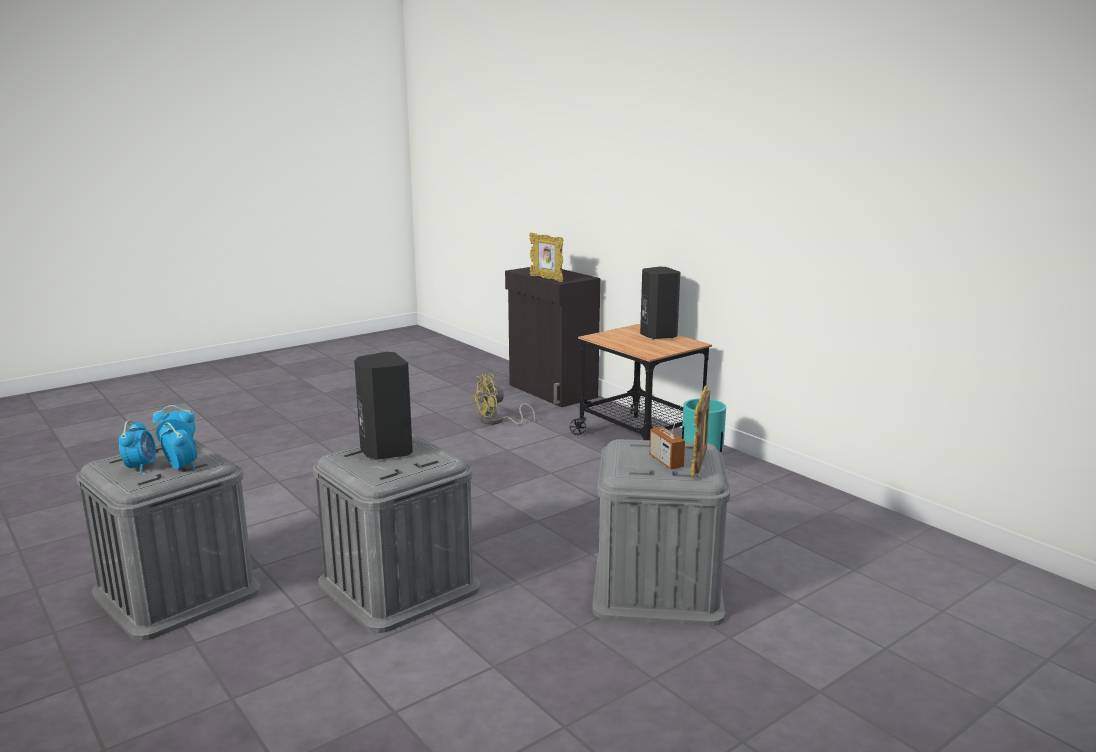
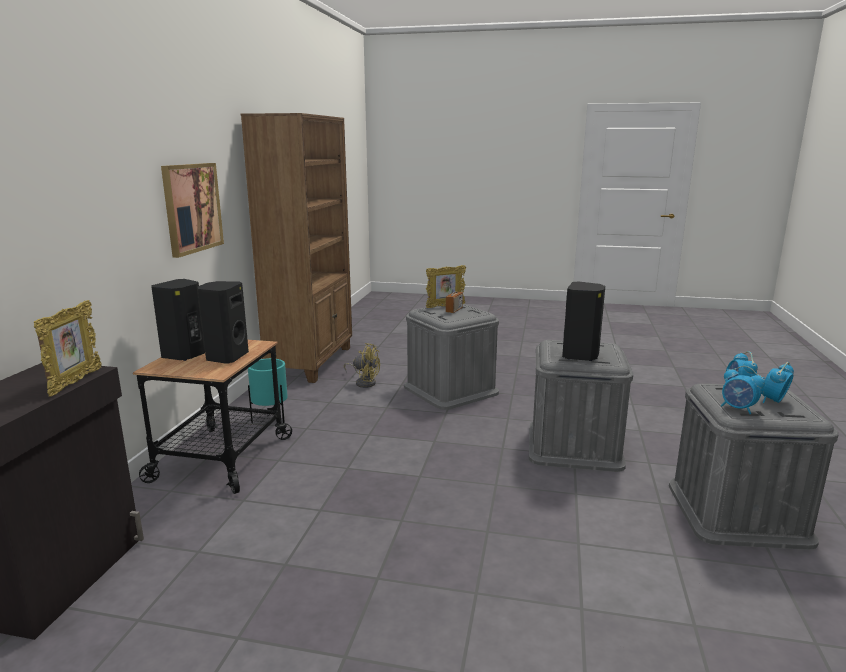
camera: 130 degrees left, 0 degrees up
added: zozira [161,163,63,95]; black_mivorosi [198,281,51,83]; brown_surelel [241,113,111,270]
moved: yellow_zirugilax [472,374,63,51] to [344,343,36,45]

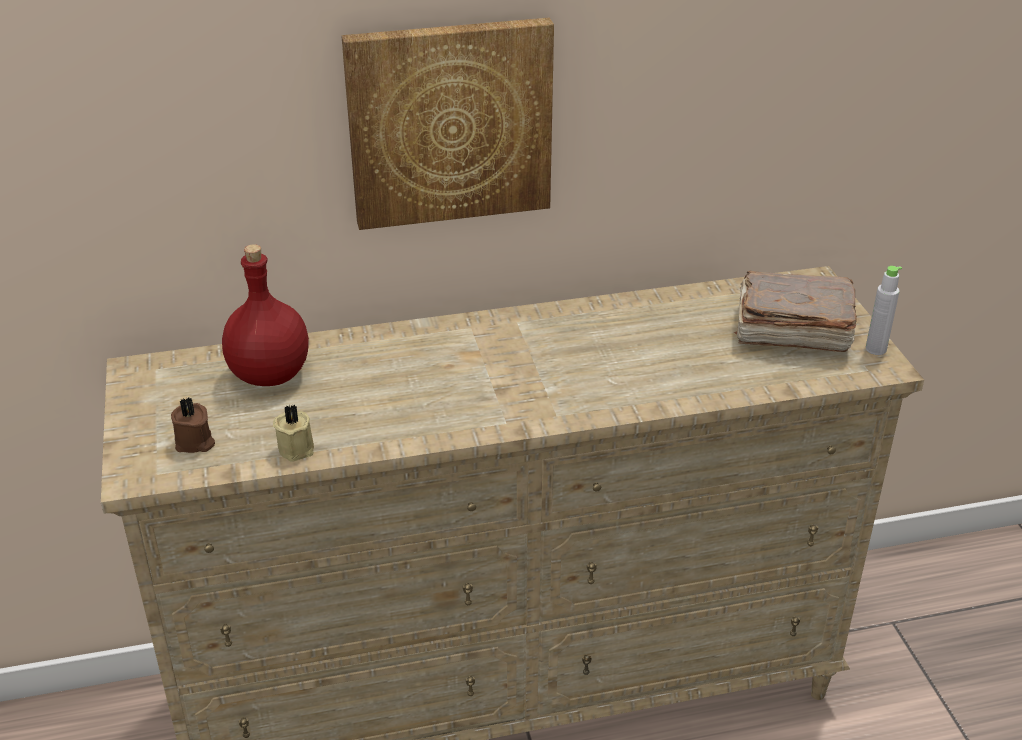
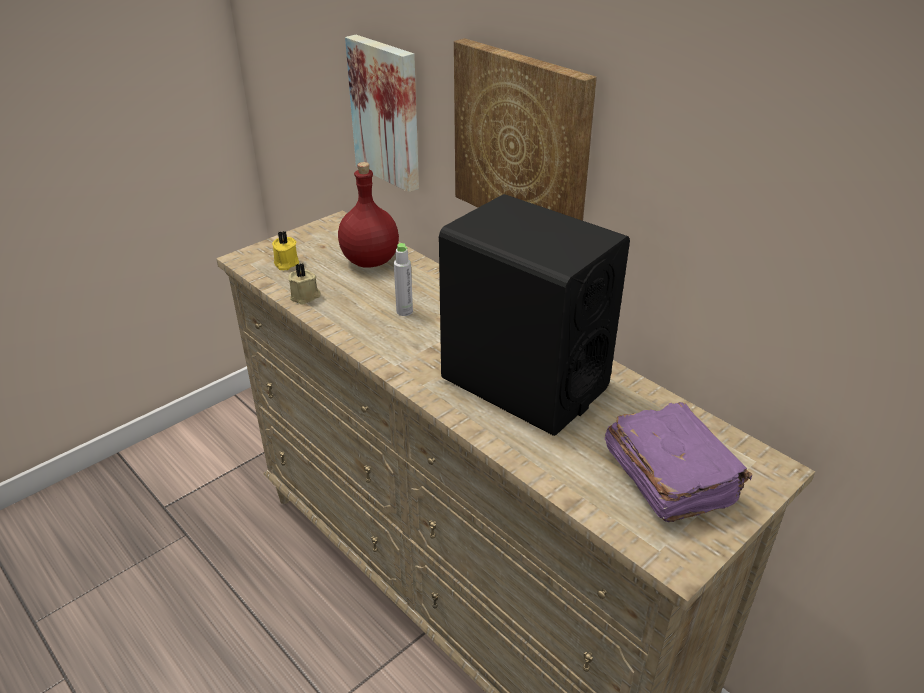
camera: 60 degrees right, 0 degrees up
added: zozira [345,35,74,157]; black_mivorosi [438,194,192,242]
moved: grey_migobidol [866,266,36,89] to [394,243,19,73]
recoloured: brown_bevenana [171,398,44,55] to yellow_bevenana [272,231,27,39]; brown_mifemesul [734,271,123,81] to purple_mifemesul [605,402,147,120]

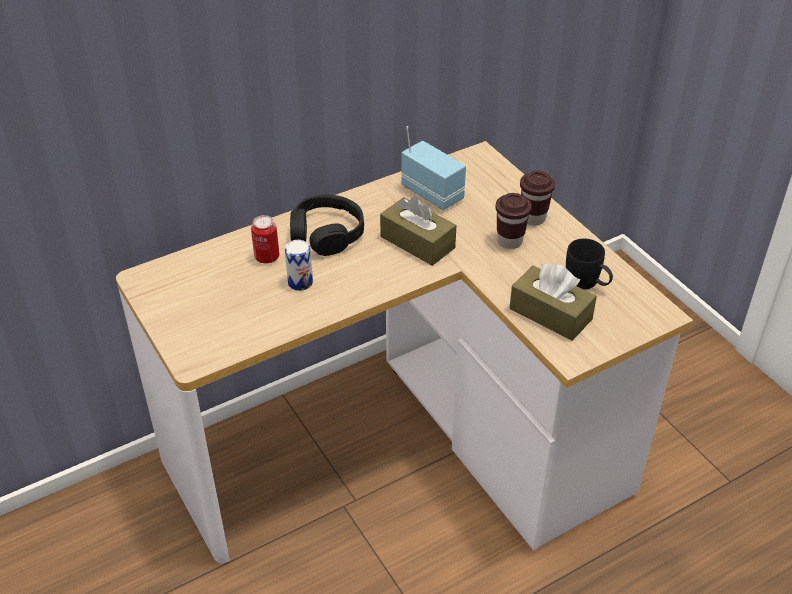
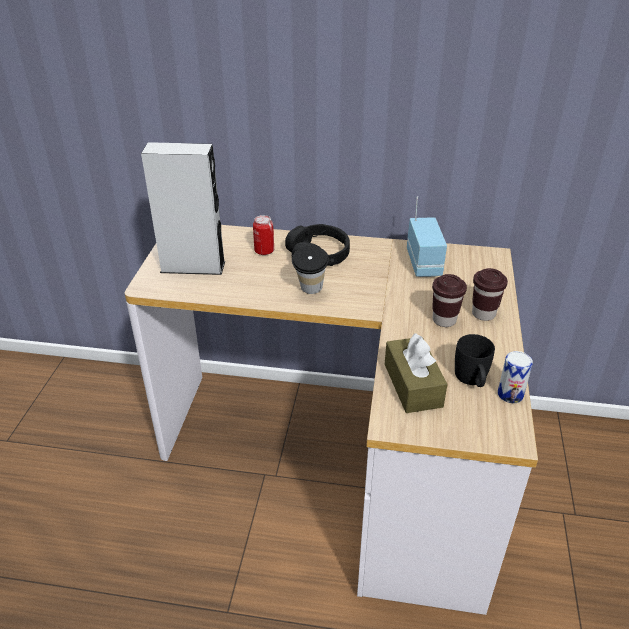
camera: 40 degrees right, 5 degrees down
removed: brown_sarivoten [380,196,76,70]
added: grey_mivorosi [141,142,84,133]; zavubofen [292,246,37,48]
moved: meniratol [285,240,28,51] to [498,351,35,52]

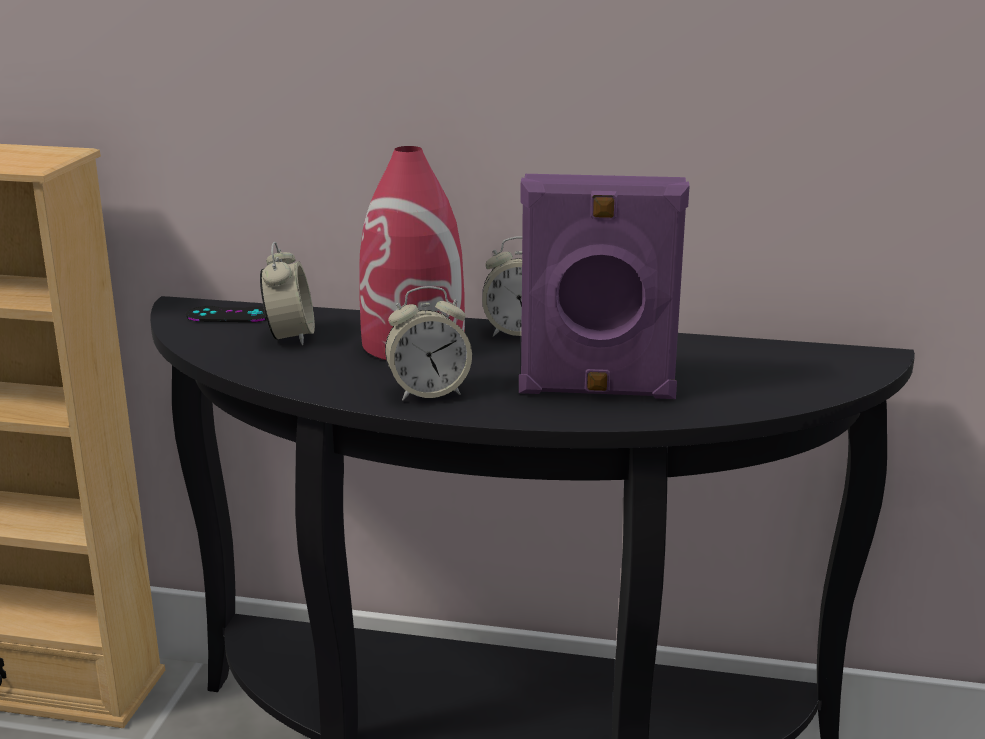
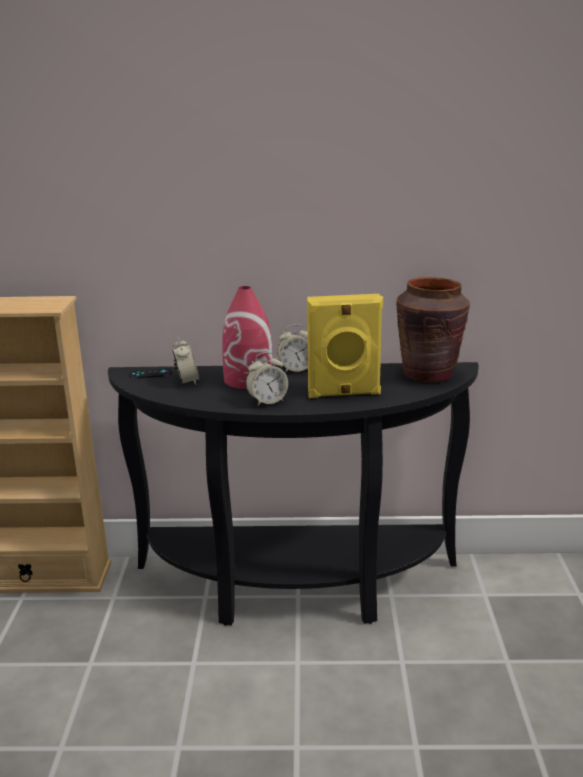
camera: 10 degrees left, 0 degrees up
added: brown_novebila [396,277,74,106]
recoloured: purple_mivorosi [519,174,171,225] to yellow_mivorosi [307,294,76,104]

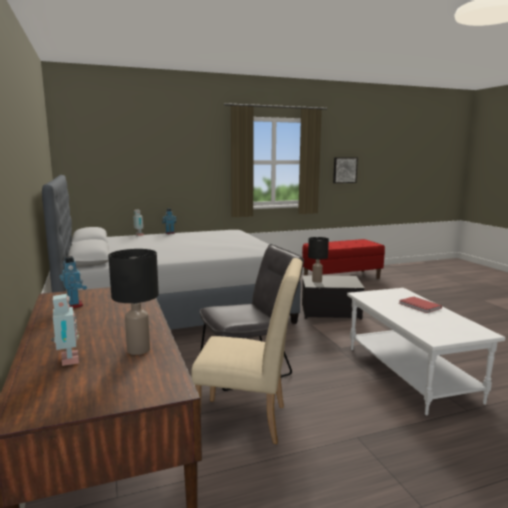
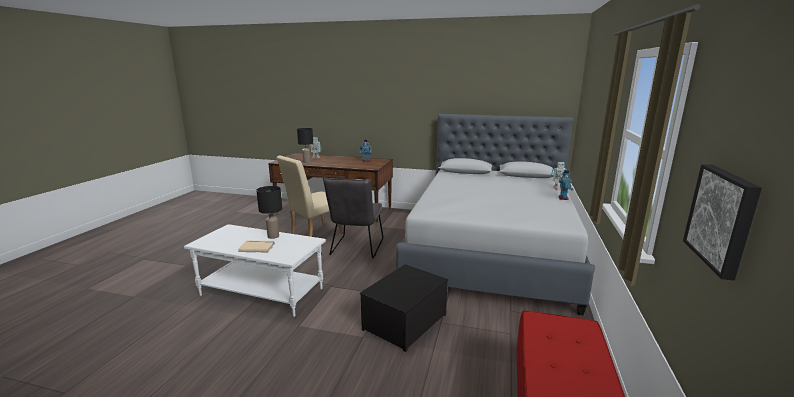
camera: 125 degrees right, 5 degrees up
moved: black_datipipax [308,237,21,46] to [256,186,26,53]
recoloured: red_mifemesul [399,296,43,17] to beige_mifemesul [238,241,37,11]

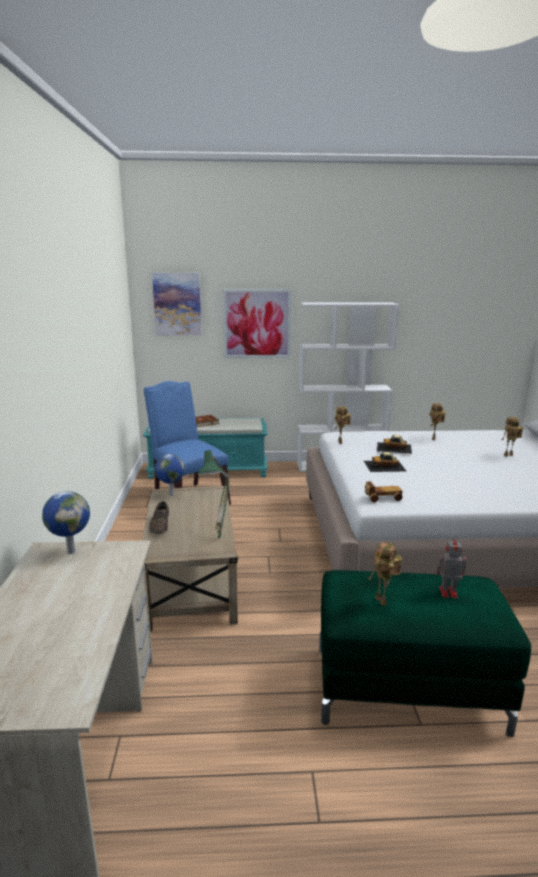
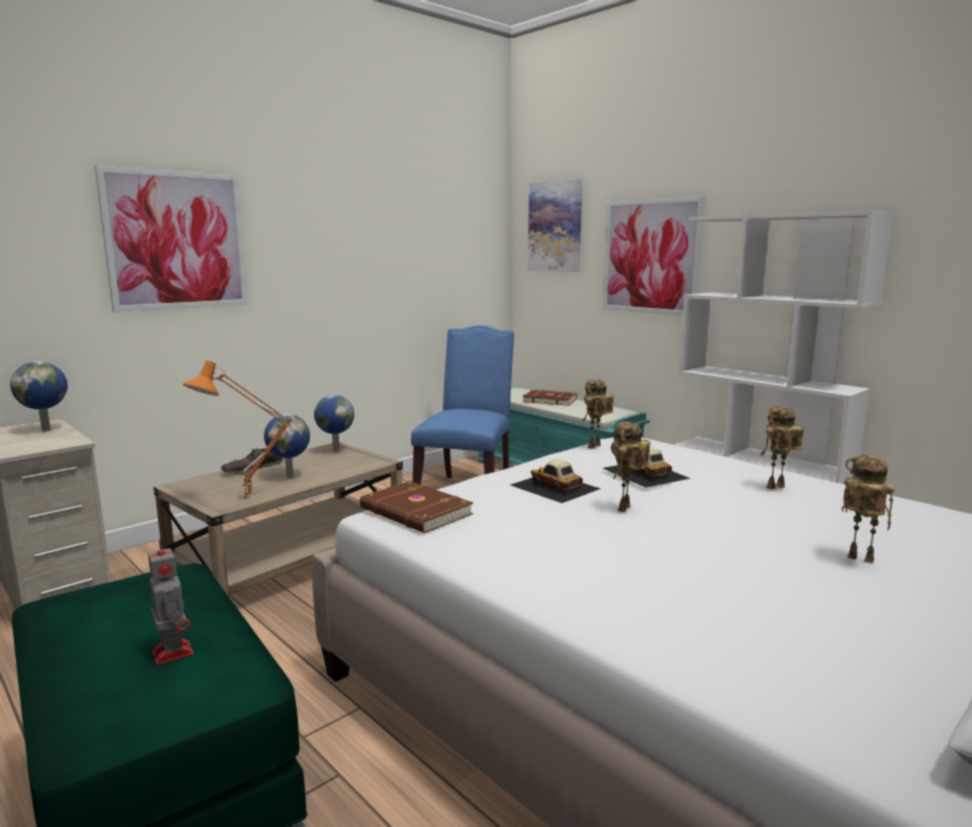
camera: 50 degrees right, 5 degrees down
added: zozira [95,165,153,147]; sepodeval [264,414,46,64]
moved: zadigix [368,542,34,64] to [611,422,40,90]
replaced: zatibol [365,481,38,21] to brown_mifemesul [360,481,113,52]
recoloured: green_datipipax [197,450,34,91] to orange_datipipax [183,361,109,138]

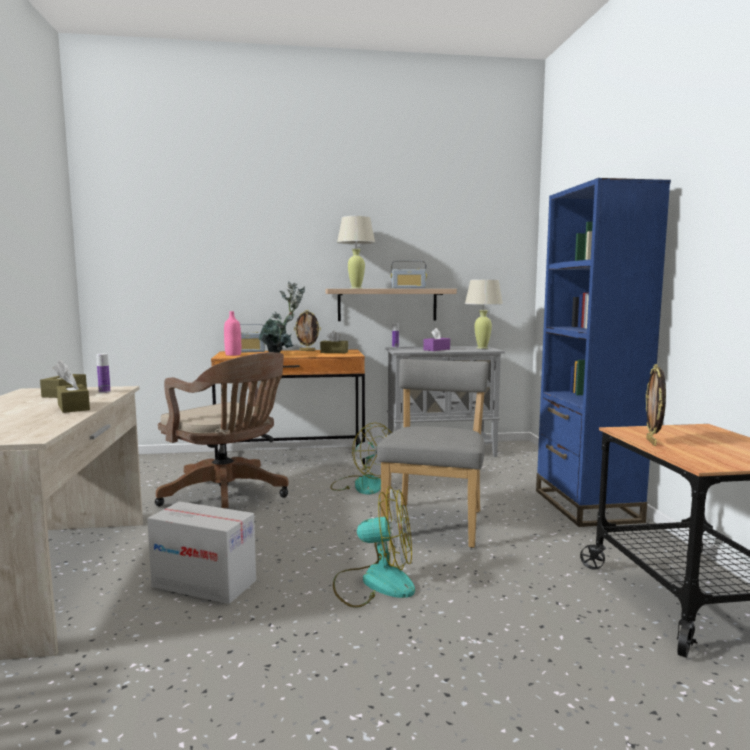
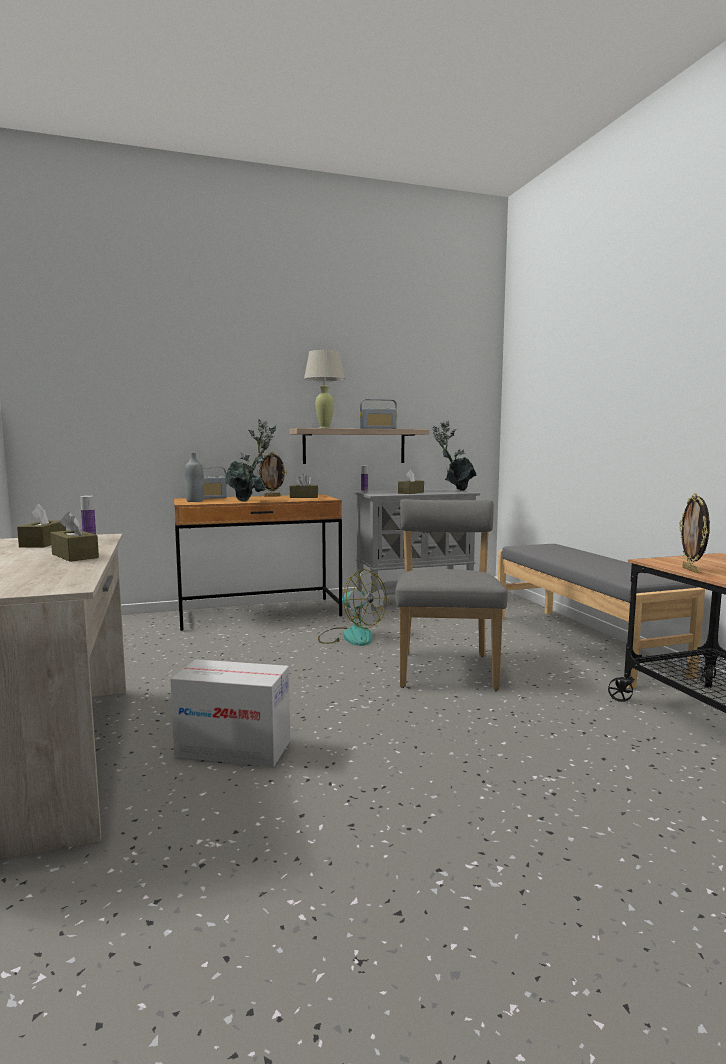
camera: 10 degrees left, 0 degrees up
removed: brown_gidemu [155,352,134,157]; zirugilax [333,486,82,122]
replaced: beige_datipipax [465,279,38,70] to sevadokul [432,420,44,71]; blue_surelel [536,178,135,349] to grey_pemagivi [498,544,207,145]
recoloured: pink_migobidol [224,311,17,45] to grey_migobidol [185,453,19,49]; purple_sarivoten [423,328,27,23] to brown_sarivoten [398,470,26,24]

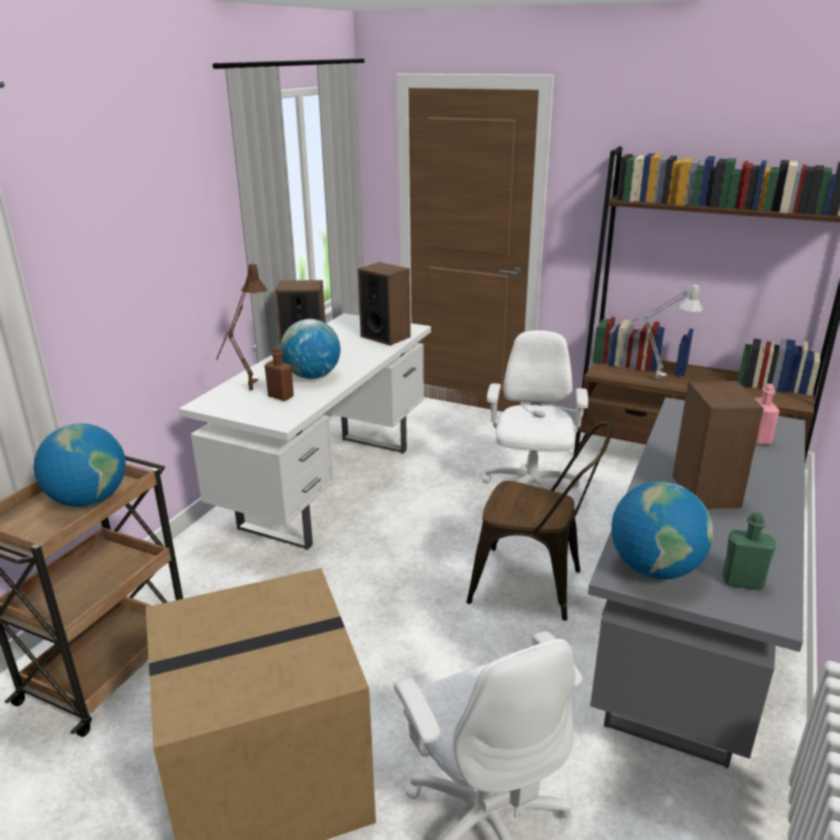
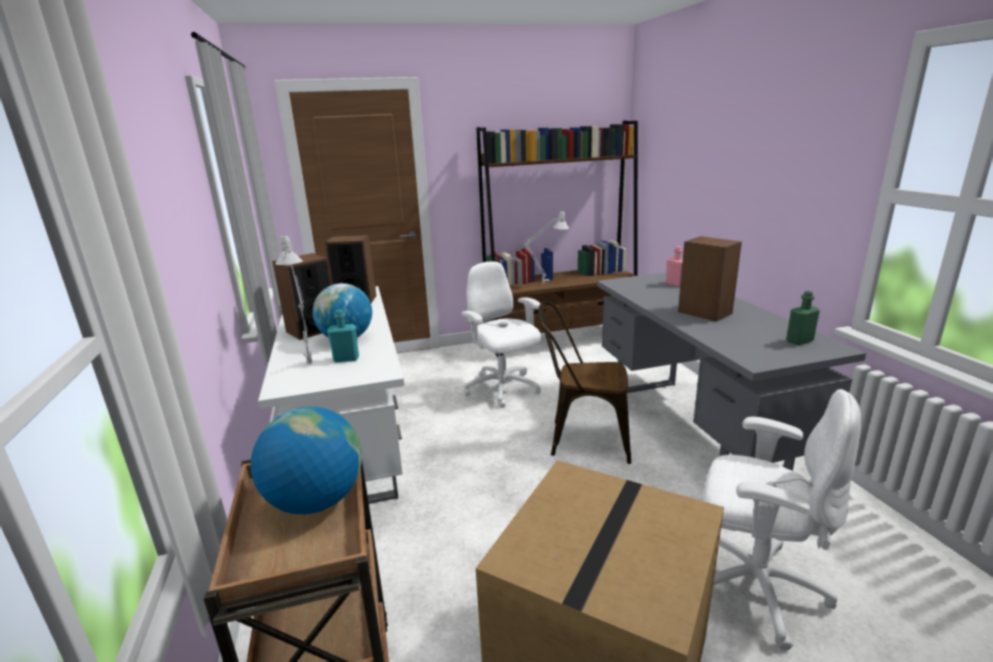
camera: 40 degrees left, 5 degrees down
removed: sepodeval [611,482,102,97]
recoloured: brown_datipipax [216,262,51,128] to grey_datipipax [275,236,37,128]; brown_migobidol [264,347,30,54] to turquoise_migobidol [327,309,32,53]
turned: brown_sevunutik [467,422,145,199] = [538,301,93,163] 150 degrees counterclockwise

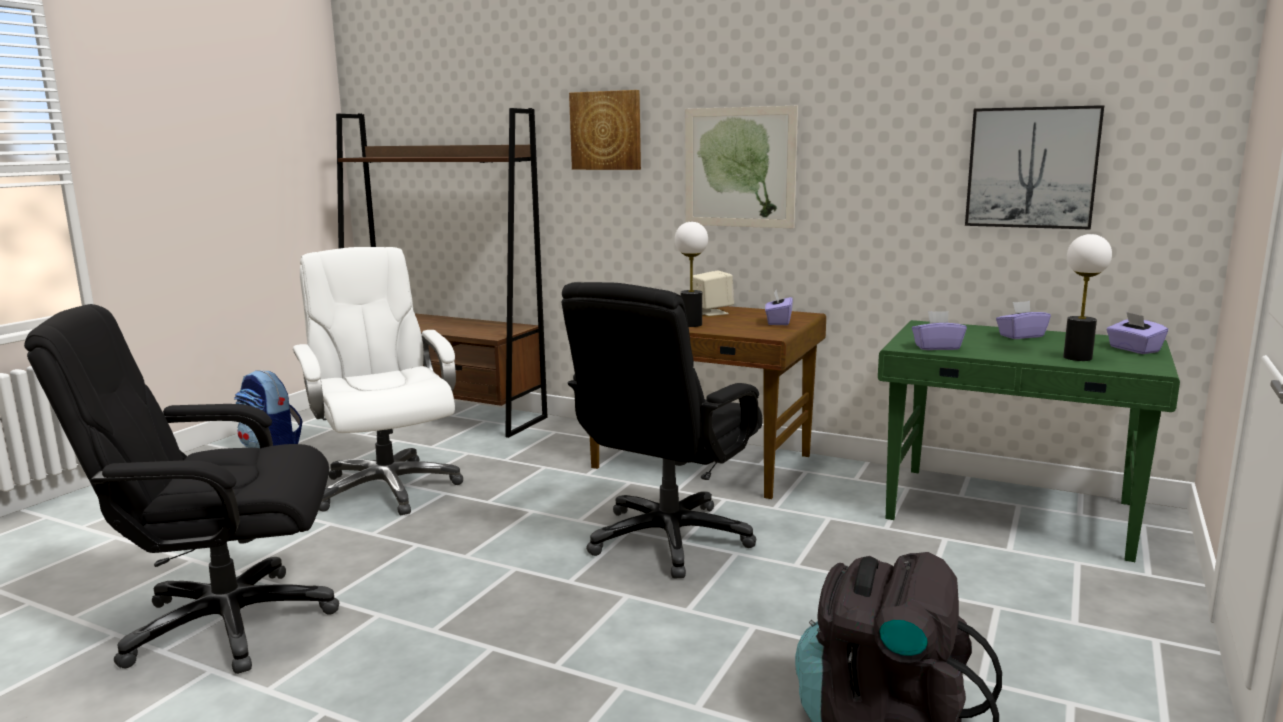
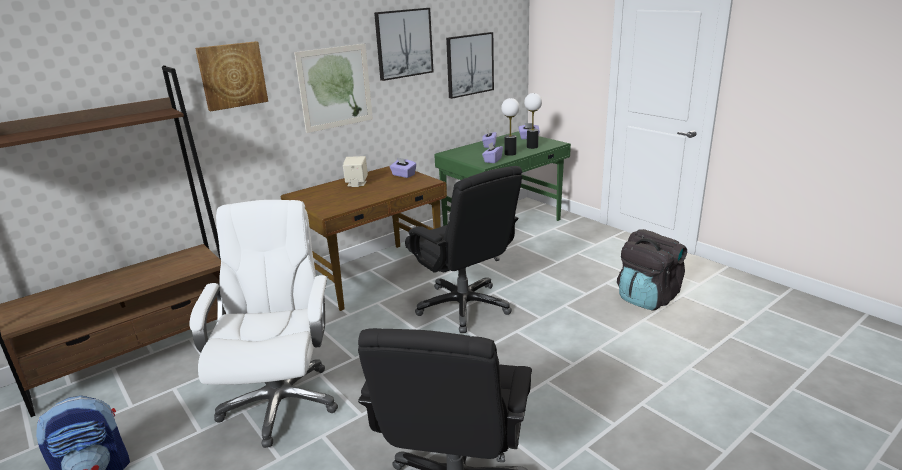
camera: 65 degrees left, 10 degrees up
added: zozira [374,8,60,73]
moved: datipipax [675,222,33,105] to [501,98,19,58]
turned: white_gidemu [293,247,170,268] = [190,200,148,248] 90 degrees clockwise

